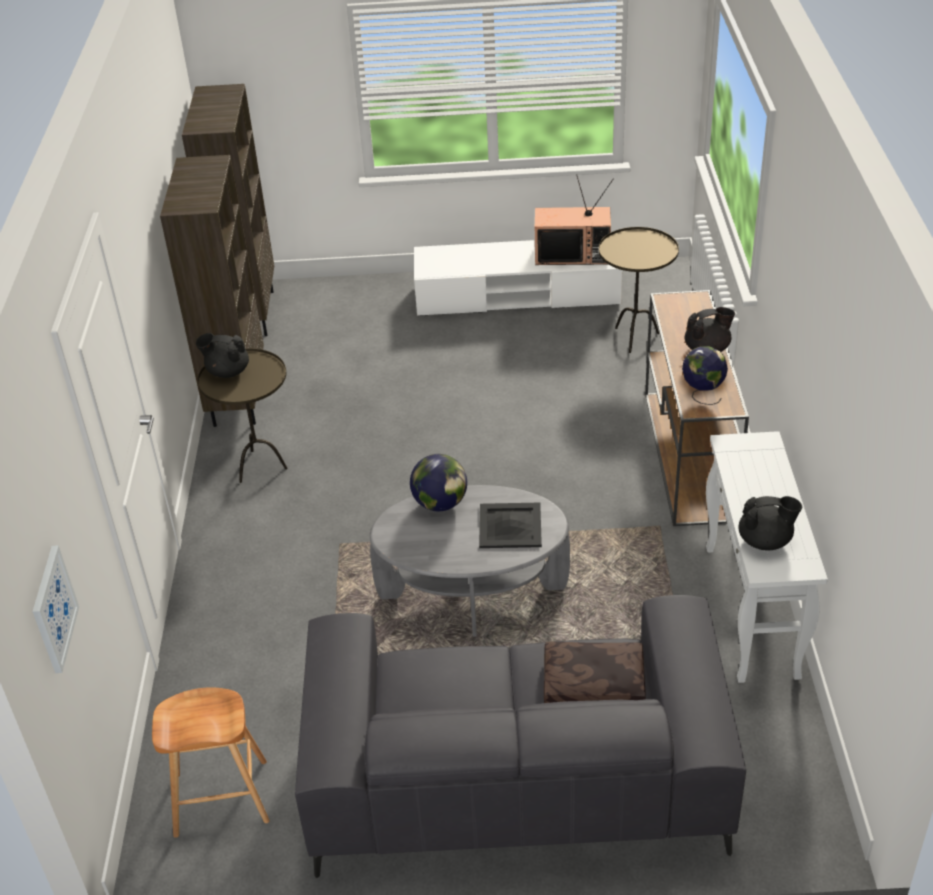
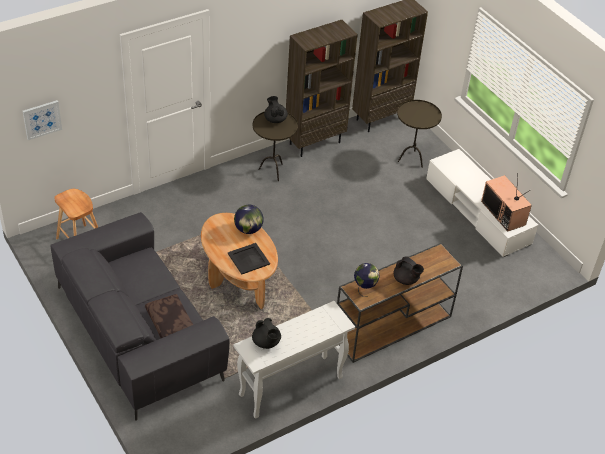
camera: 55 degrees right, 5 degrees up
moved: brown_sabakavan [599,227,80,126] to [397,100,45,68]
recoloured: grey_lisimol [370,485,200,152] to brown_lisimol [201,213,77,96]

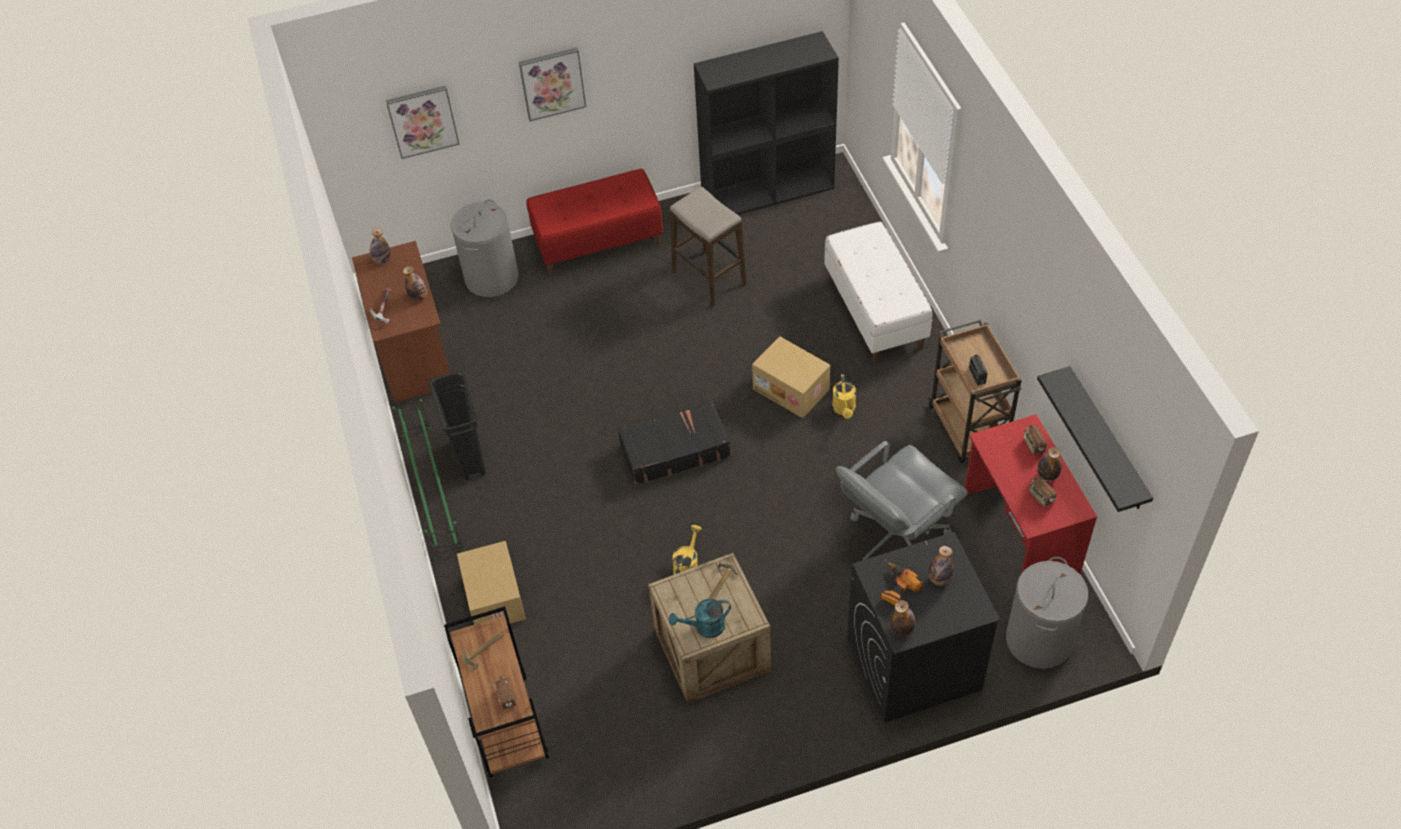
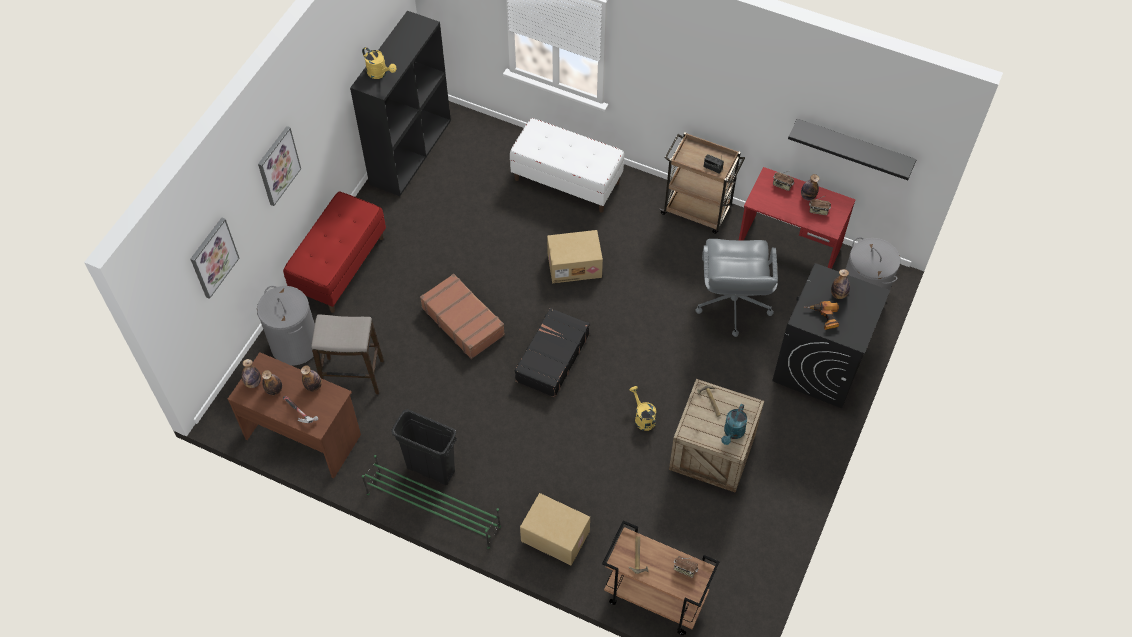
camera: 50 degrees left, 5 degrees up
added: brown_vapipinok [420,274,85,85]
moved: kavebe [670,187,77,119] to [311,315,73,79]; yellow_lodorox [832,374,24,45] to [362,47,34,32]; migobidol [890,600,26,37] to [262,370,20,25]

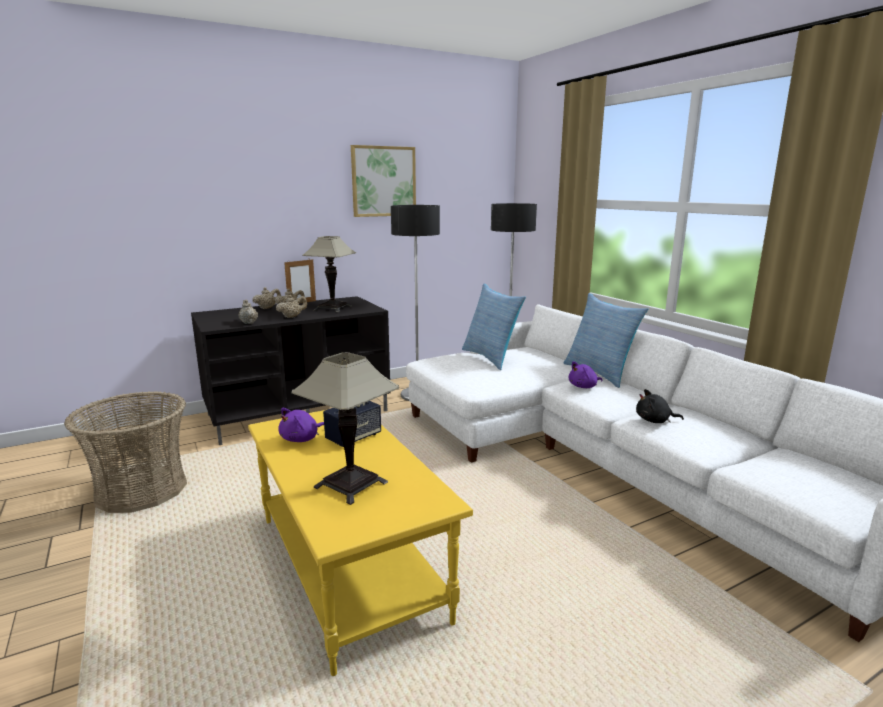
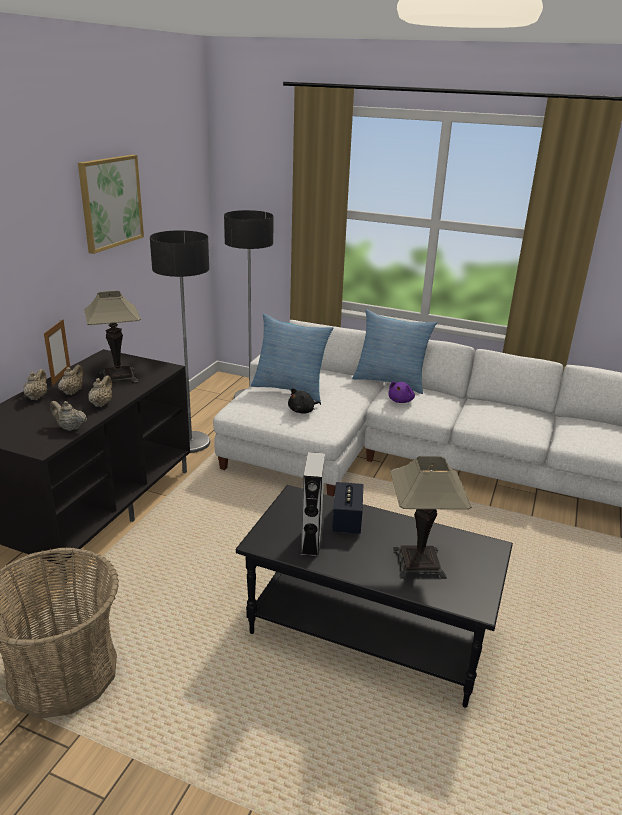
camera: 40 degrees left, 10 degrees up
moved: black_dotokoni [636,389,48,34] to [288,388,33,26]
replaced: purple_dotokoni [278,408,46,34] to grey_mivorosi [300,452,25,104]
recoloured: yellow_lisimol [248,410,225,266] to black_lisimol [236,485,277,223]

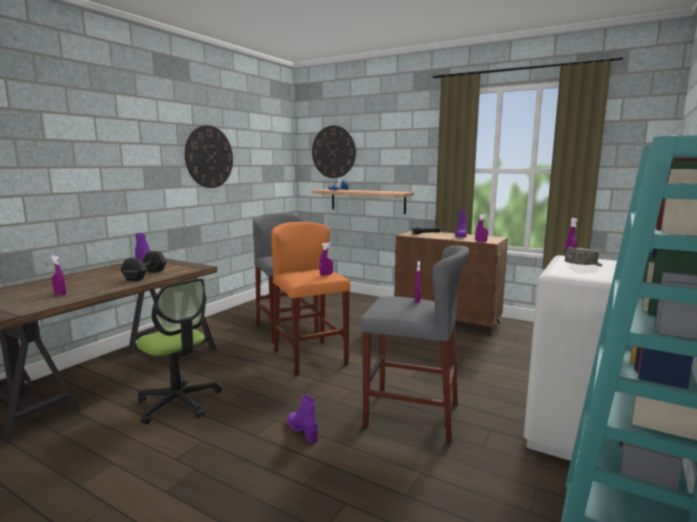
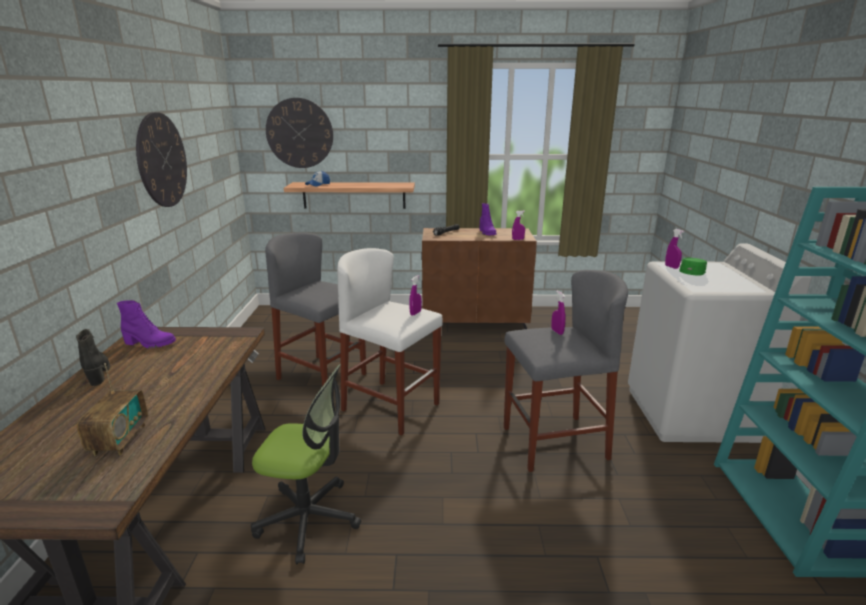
camera: 30 degrees left, 10 degrees up
removed: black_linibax [120,251,47,30]; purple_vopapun [288,394,30,50]
added: black_vopapun [76,329,34,57]
replaced: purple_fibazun [51,256,15,40] to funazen [77,363,71,93]
recoloured: orange_kavebe [271,222,79,154] to white_kavebe [337,248,105,187]; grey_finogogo [565,247,37,19] to green_finogogo [679,258,28,18]

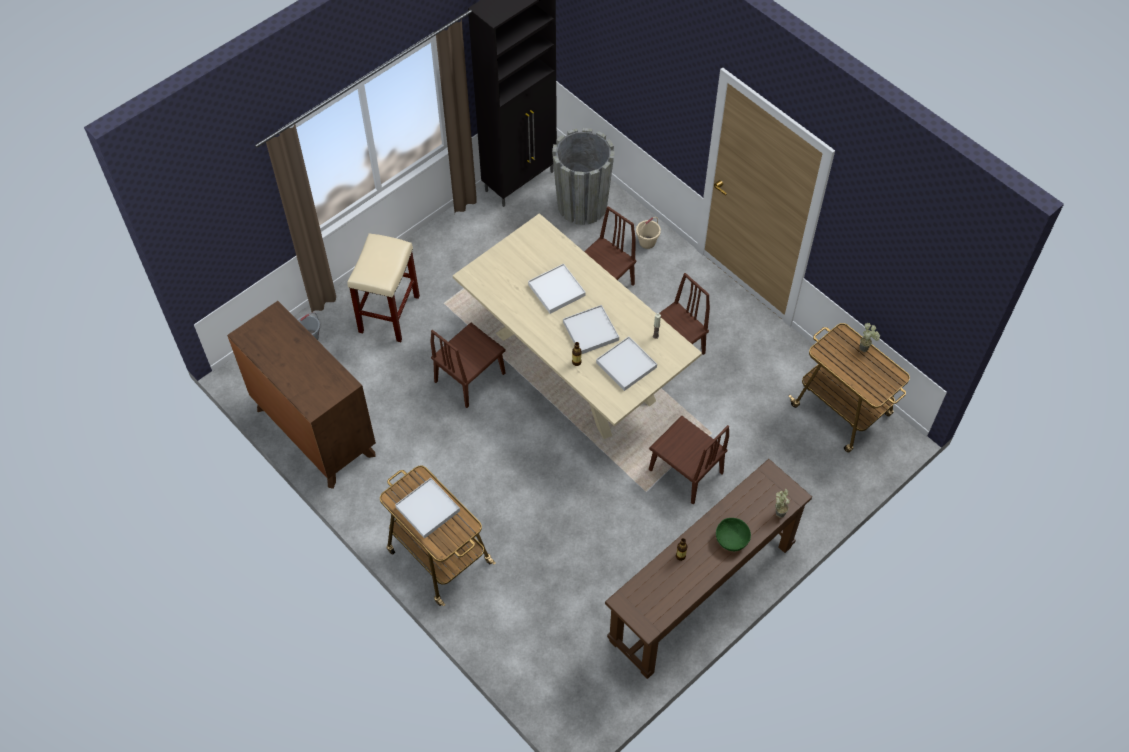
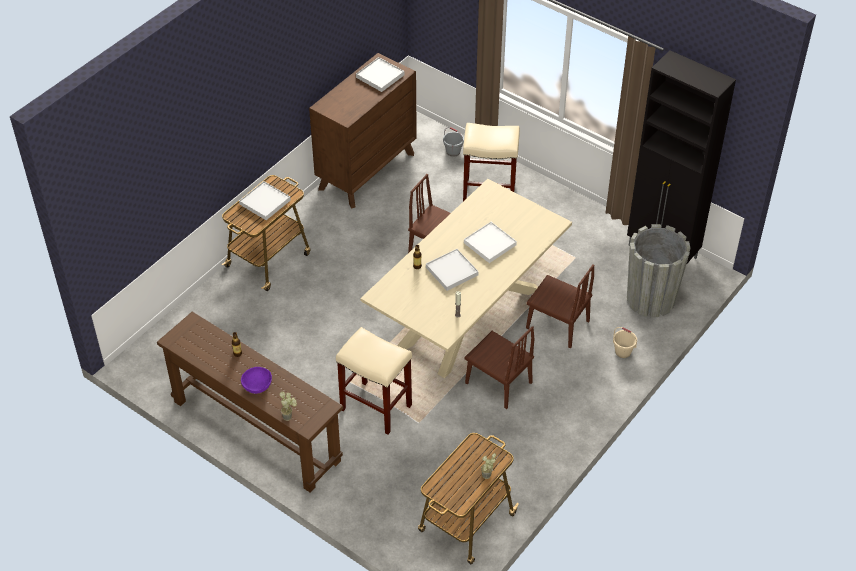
camera: 80 degrees right, 10 degrees down
moved: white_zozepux [596,336,61,55] to [356,57,48,35]
replaced: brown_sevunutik [649,416,80,88] to beige_kavebe [336,327,76,107]
recoloured: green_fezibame [716,518,35,33] to purple_fezibame [241,367,31,27]

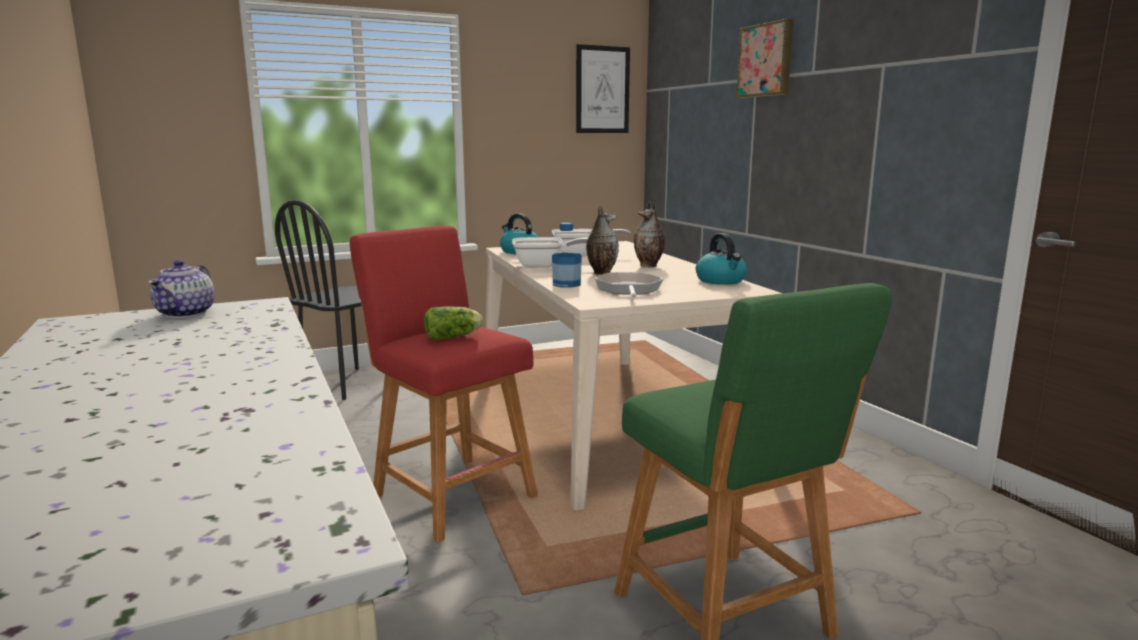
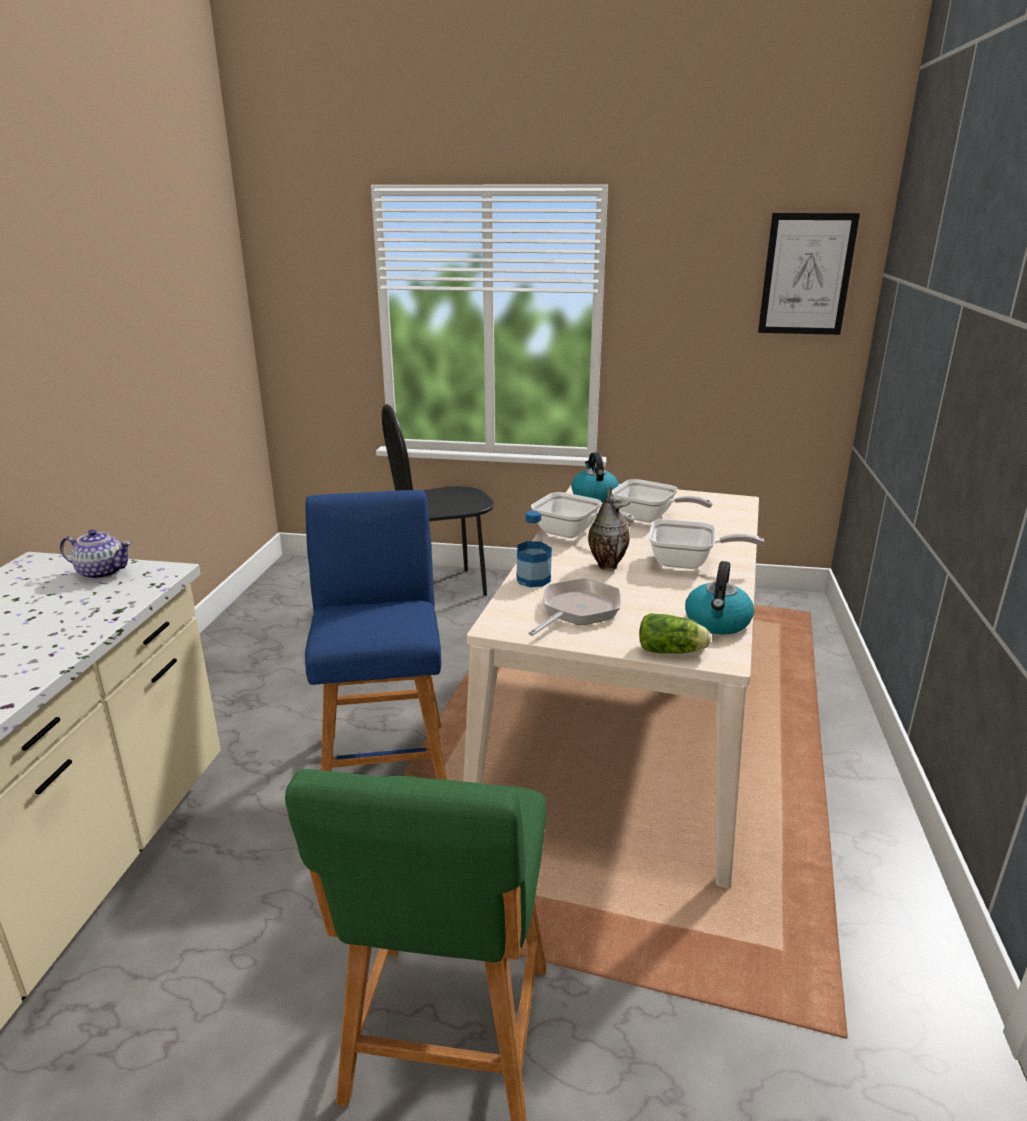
camera: 35 degrees right, 10 degrees up
removed: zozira [736,19,57,79]
moved: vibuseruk [424,306,59,34] to [639,613,72,40]
replaced: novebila [634,201,31,66] to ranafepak [649,519,116,50]
recoloured: red_kavebe [350,226,188,316] to blue_kavebe [305,490,142,290]
turned: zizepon [148,260,66,58] = [60,529,72,51] 120 degrees counterclockwise

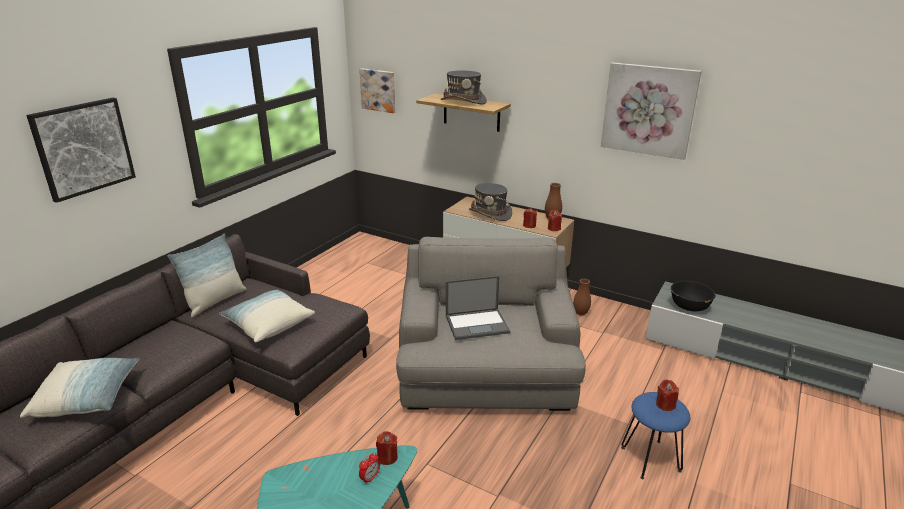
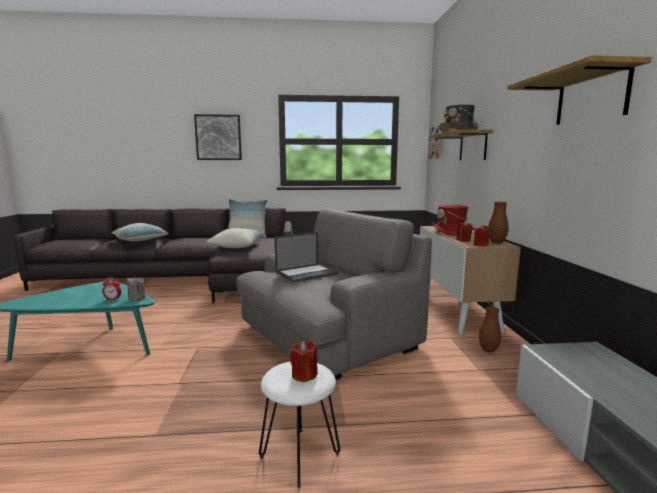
camera: 55 degrees right, 15 degrees down
removed: black_fezibame [671,281,45,30]
replaced: zozira [601,62,101,98] to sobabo [507,55,145,70]
recoloured: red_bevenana [376,431,22,34] to grey_bevenana [127,277,18,24]; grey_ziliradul [469,183,43,38] to red_ziliradul [432,205,41,31]; blue_kavebe [621,392,69,87] to white_kavebe [259,362,81,126]
turned: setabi [446,276,64,64] = [274,232,64,51] 75 degrees counterclockwise

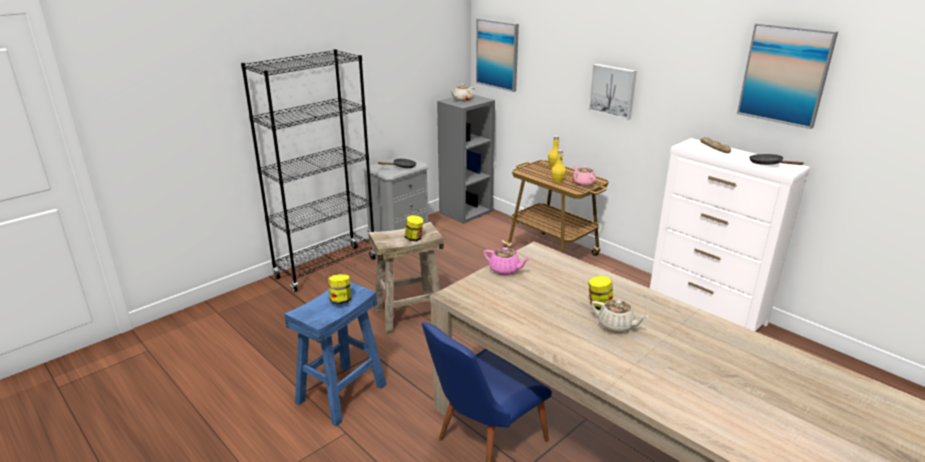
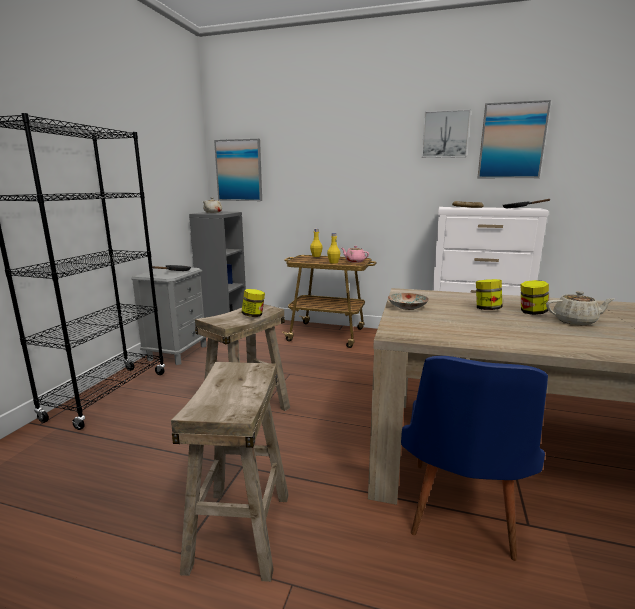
camera: 30 degrees left, 10 degrees down
moved: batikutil [328,274,23,30] to [476,279,26,31]; zozira [589,64,48,56] to [422,109,49,49]
replaced: pink_zizepon [484,247,46,28] to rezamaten [388,293,41,17]
recoloured: blue_kavebe [284,281,103,146] to beige_kavebe [171,362,118,220]

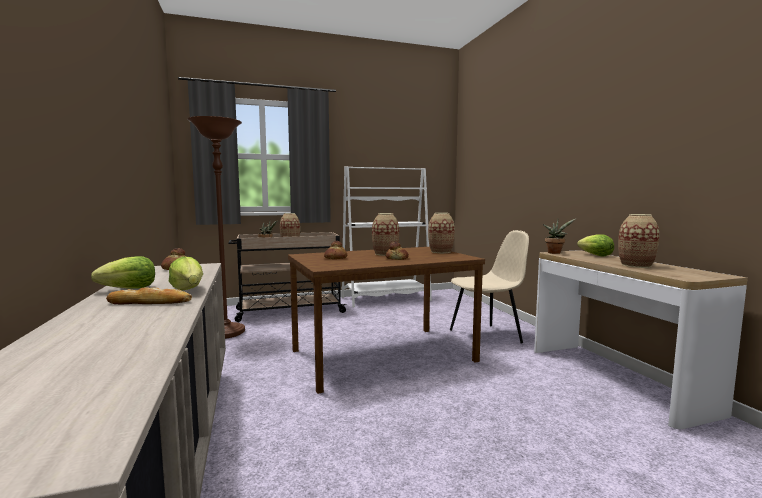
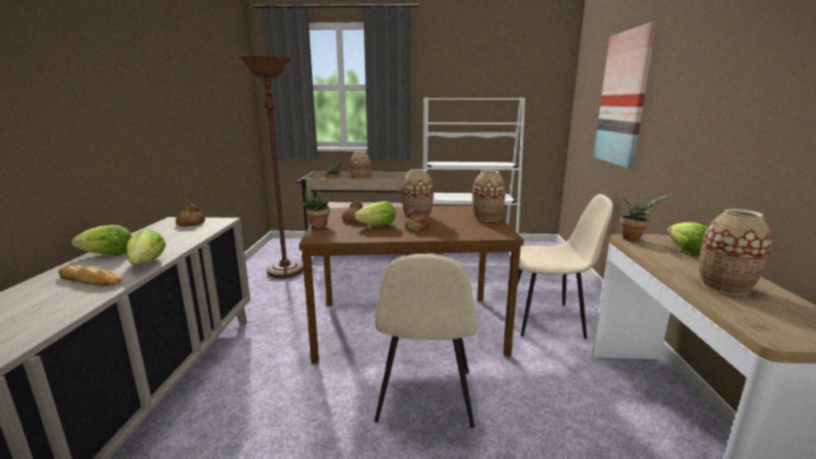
camera: 20 degrees right, 10 degrees up
added: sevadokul [302,181,28,47]; vibuseruk [354,201,41,25]; beige_sevunutik [374,254,103,174]; zozira [593,22,64,147]

